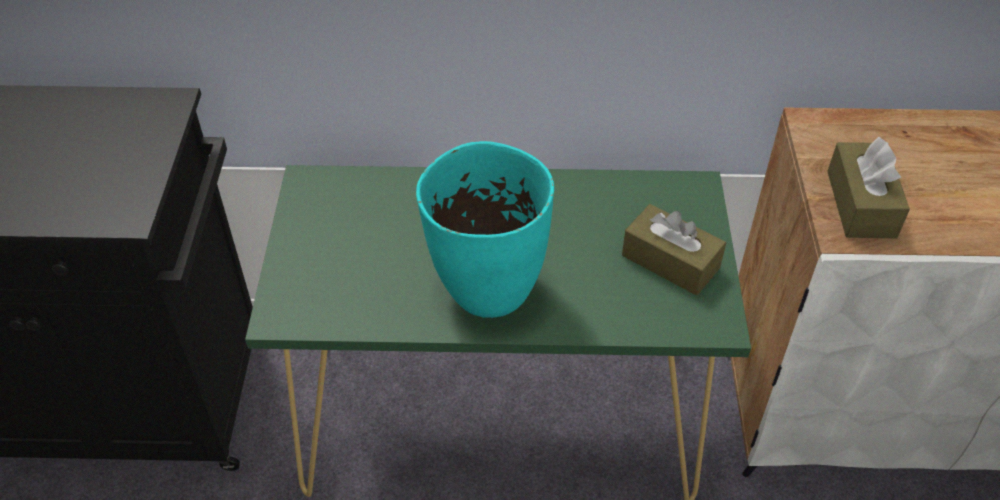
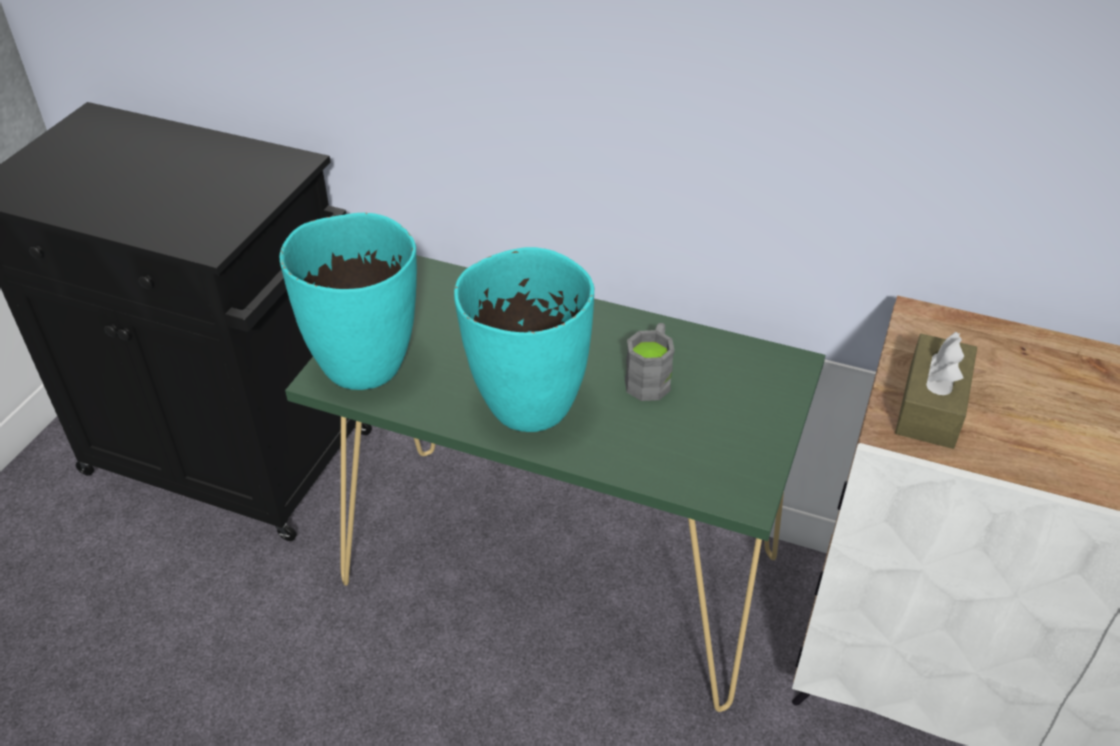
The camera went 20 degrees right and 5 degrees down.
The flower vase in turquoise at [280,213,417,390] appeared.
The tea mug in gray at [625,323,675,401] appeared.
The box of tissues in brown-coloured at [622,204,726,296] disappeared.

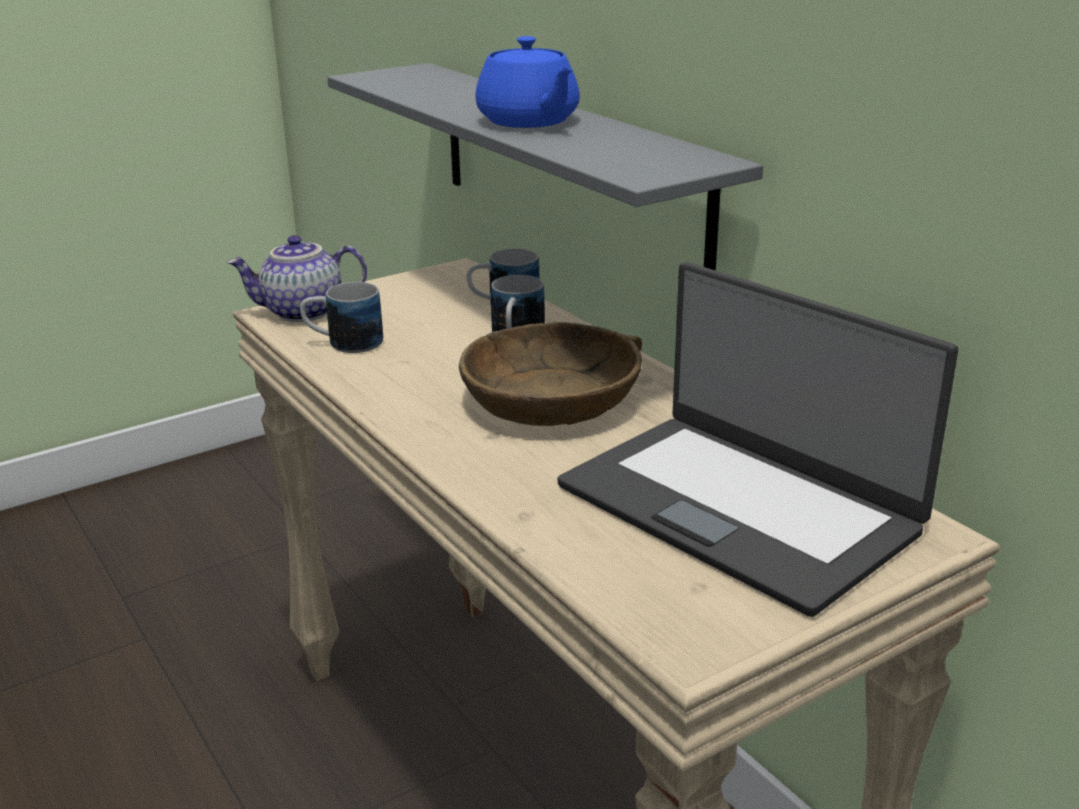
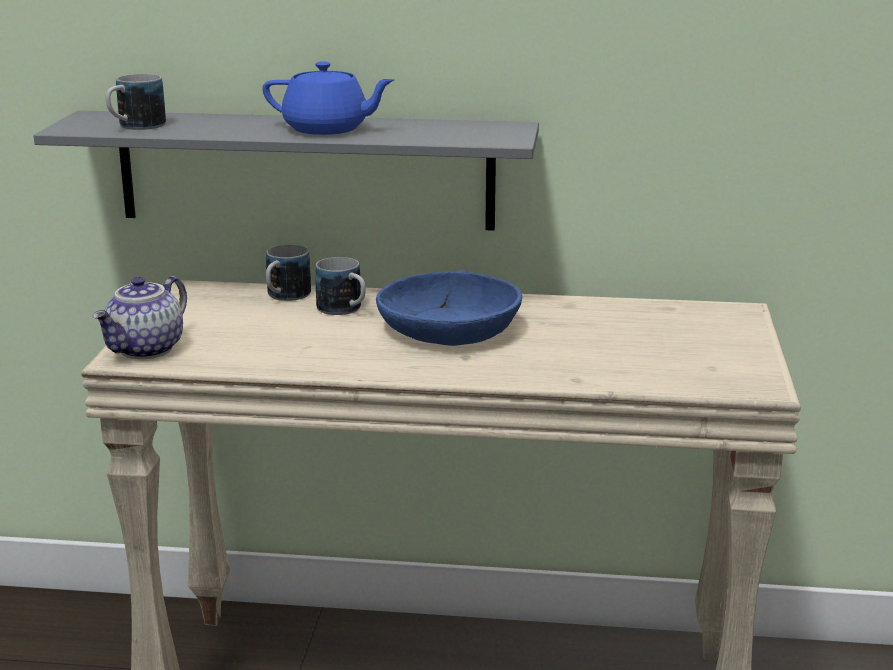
The camera went 50 degrees left and 5 degrees down.
The tea mug moved from [300,282,383,353] to [106,74,166,130].
The serving bowl in brown-coloured at [459,322,642,426] became the serving bowl in bluish at [376,270,522,346].
The laptop at [557,262,958,617] disappeared.

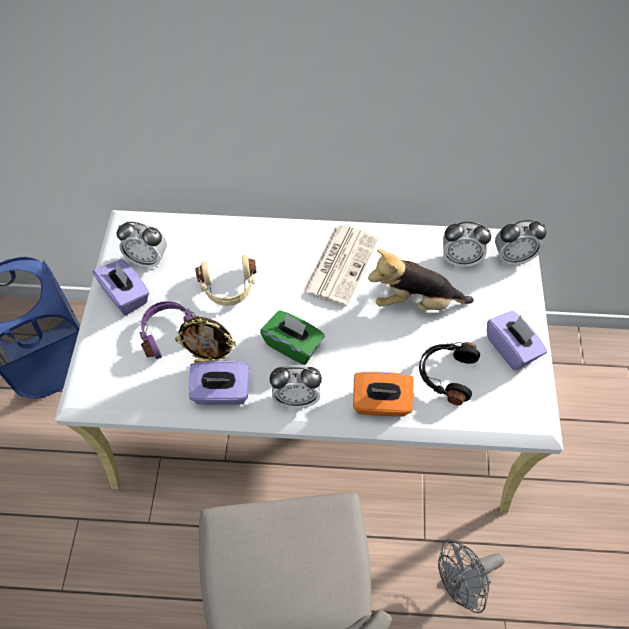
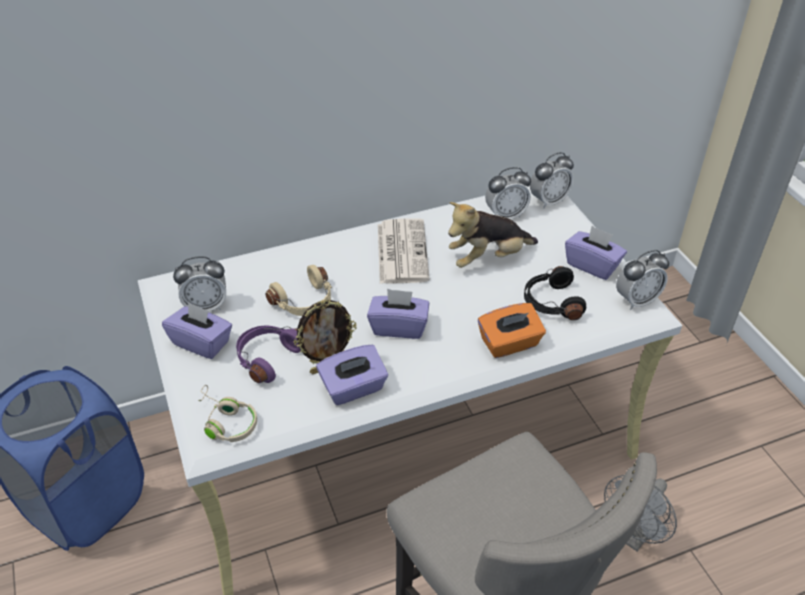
The camera went 25 degrees left and 15 degrees down.
The pair of headphones in beige at [198,385,257,442] appeared.
The box of tissues in green-coloured at [260,310,325,365] became the box of tissues in purple at [367,289,429,339].
The table clock moved from [269,365,322,408] to [616,250,669,310].

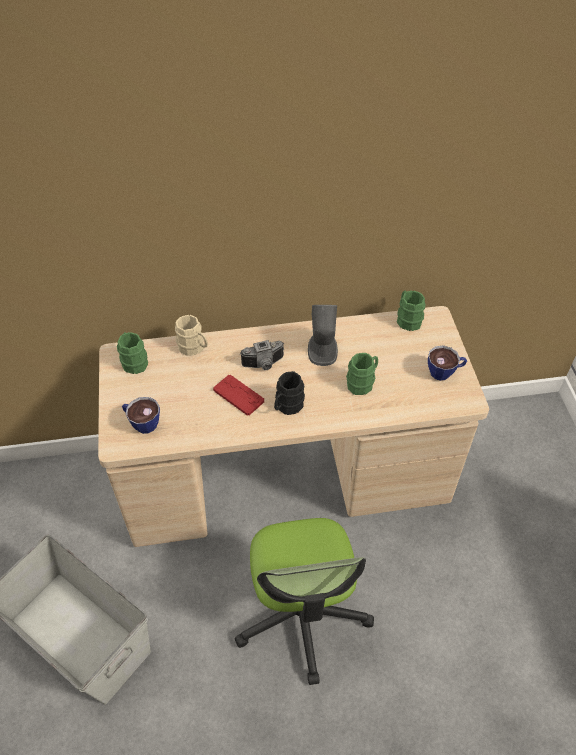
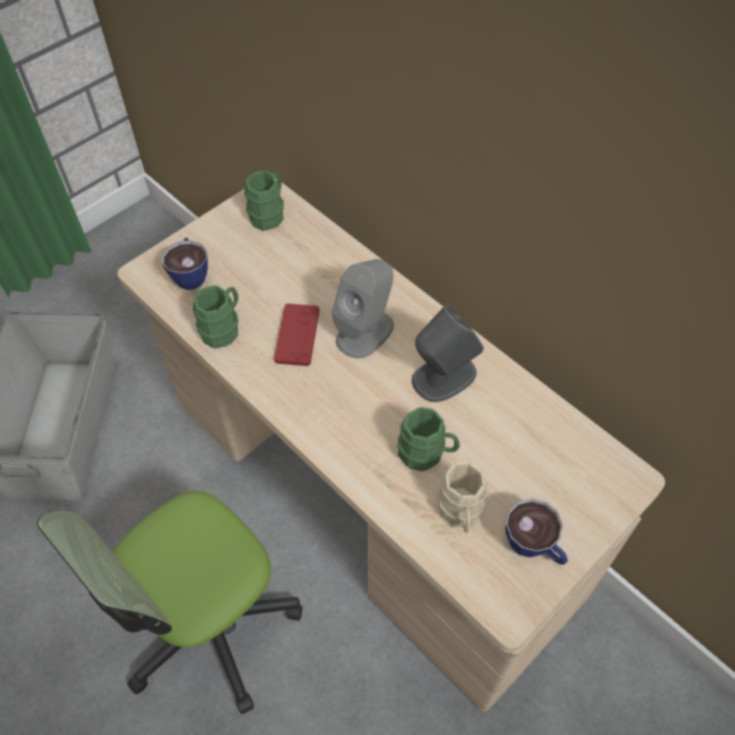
The camera went 55 degrees right and 5 degrees up.
The tea mug in green-coloured moved from [397,290,426,331] to [193,285,238,349].
The still camera at [240,340,284,370] was replaced by the loudspeaker in gray at [332,259,394,359].
The tea mug in beige moved from [175,315,208,356] to [437,462,488,533].
The tea mug in black-coloured at [274,371,305,415] disappeared.

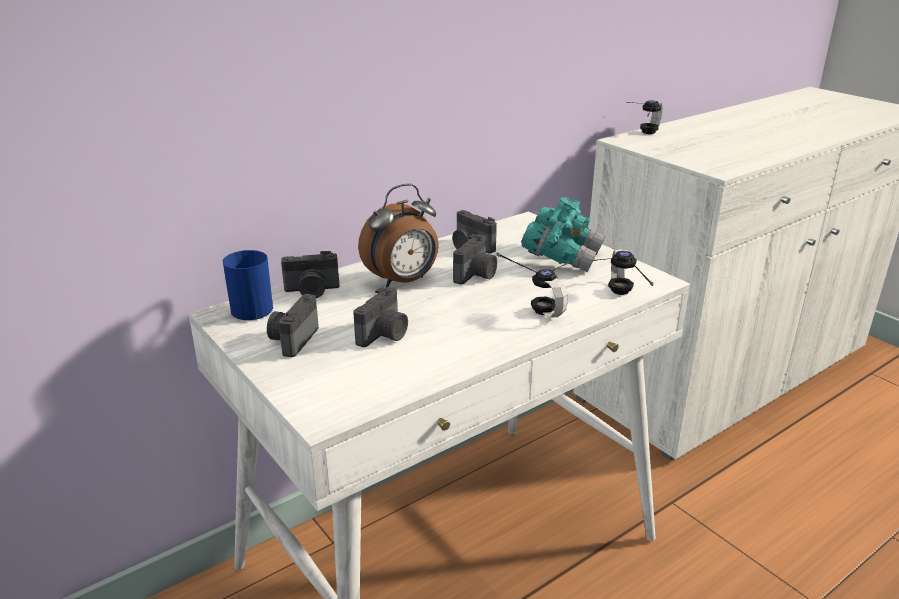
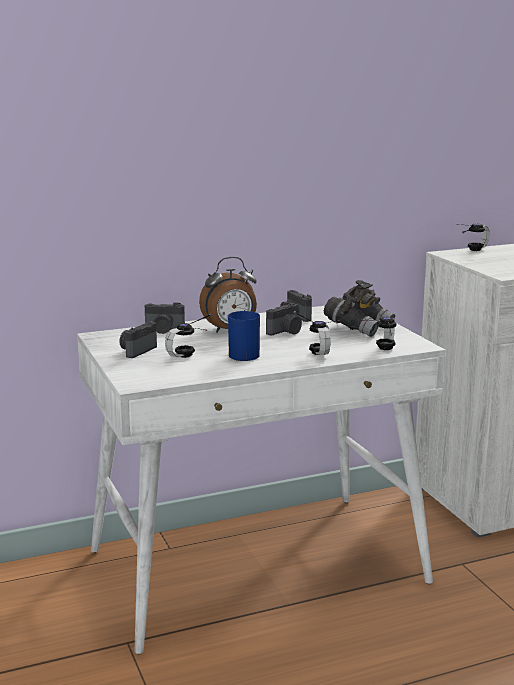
The camera went 15 degrees right and 10 degrees down.
The still camera at [353,287,408,347] was replaced by the pair of headphones at [165,313,212,358].
The tea mug in bluish moved from [223,250,273,320] to [228,311,260,361].
The binoculars in turquoise at [521,197,605,272] became the binoculars in gray at [324,280,395,337].

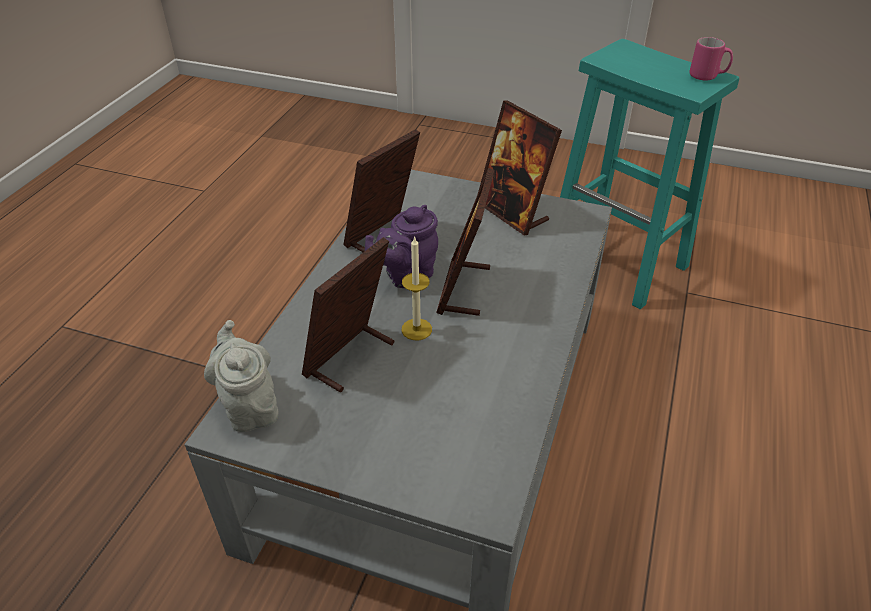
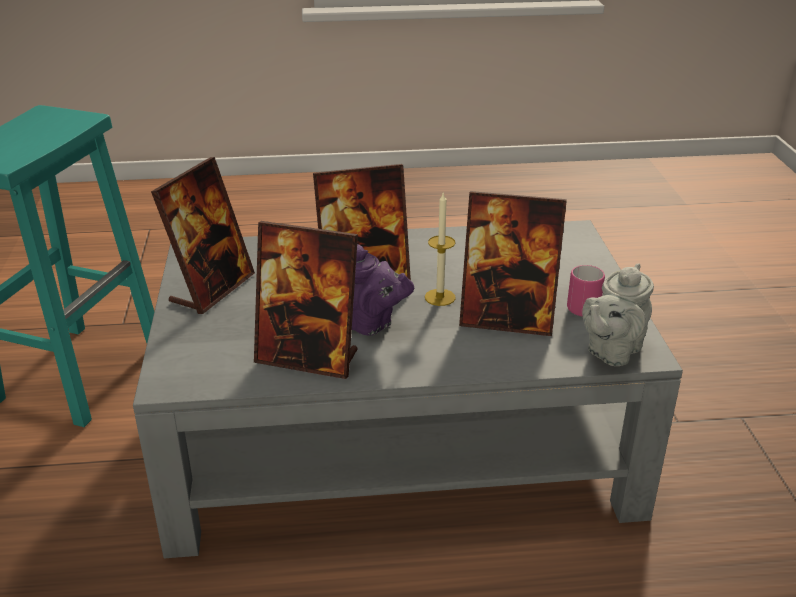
The camera went 115 degrees left and 10 degrees down.
The tea mug in pink-coloured moved from [690,37,733,81] to [567,265,605,317].

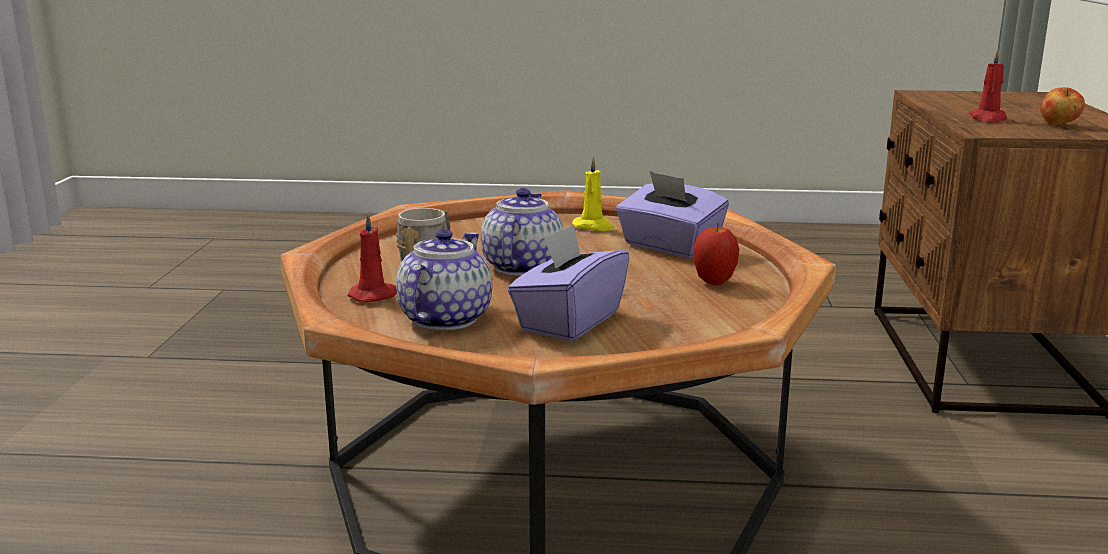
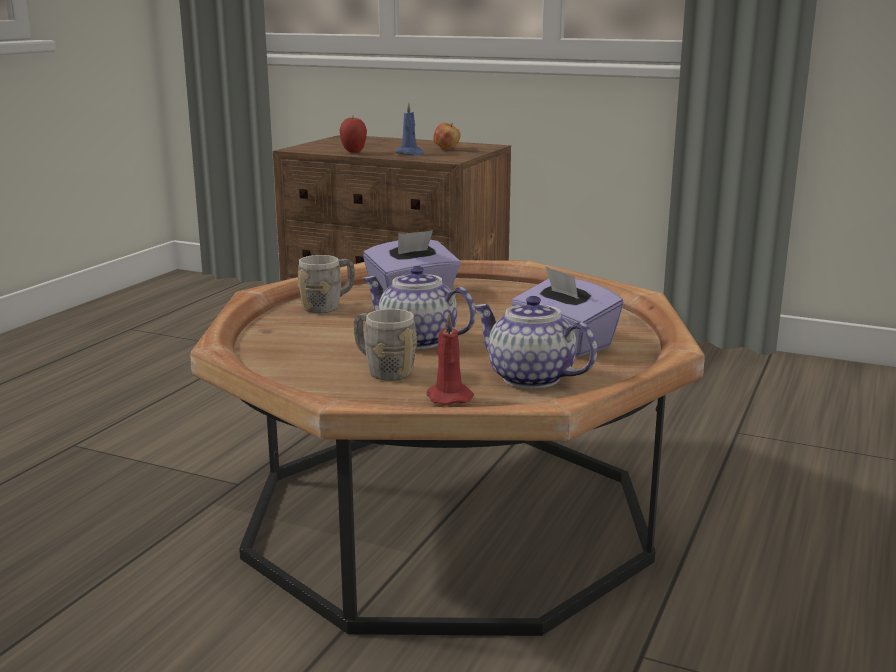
The camera went 70 degrees left and 0 degrees up.
The wax candle in yellow-coloured at [572,157,615,231] was replaced by the tea mug in gray at [297,255,355,313].
The apple fruit moved from [693,224,739,285] to [339,118,367,153].
The wax candle in red-coloured at [969,49,1007,123] became the wax candle in bluish at [395,102,424,155].

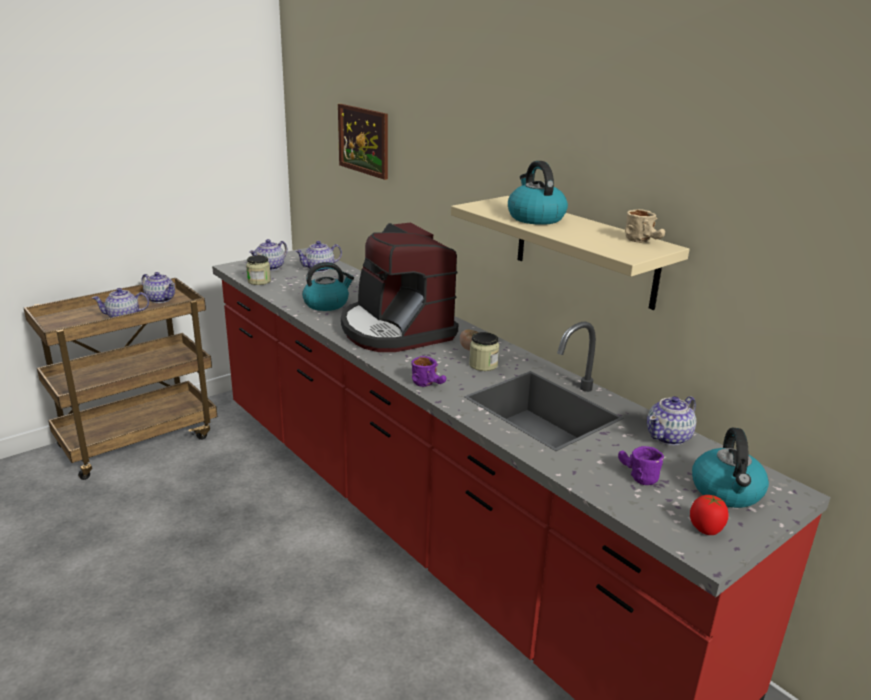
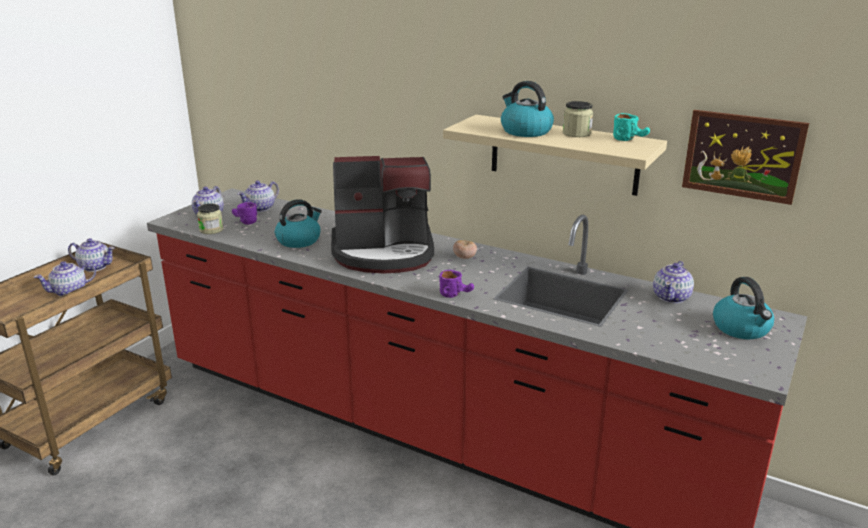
The camera went 20 degrees left and 0 degrees up.
The tea mug in purple moved from [618,446,664,485] to [232,202,257,225].
The coffee brewer at [341,223,458,352] turned 45 degrees counterclockwise.
The jar moved from [469,332,499,371] to [563,101,593,137].
The tea mug in beige at [625,209,665,242] became the tea mug in turquoise at [613,113,650,141].
The picture moved from [338,104,388,180] to [682,110,809,205].
The tomato at [690,495,729,535] disappeared.

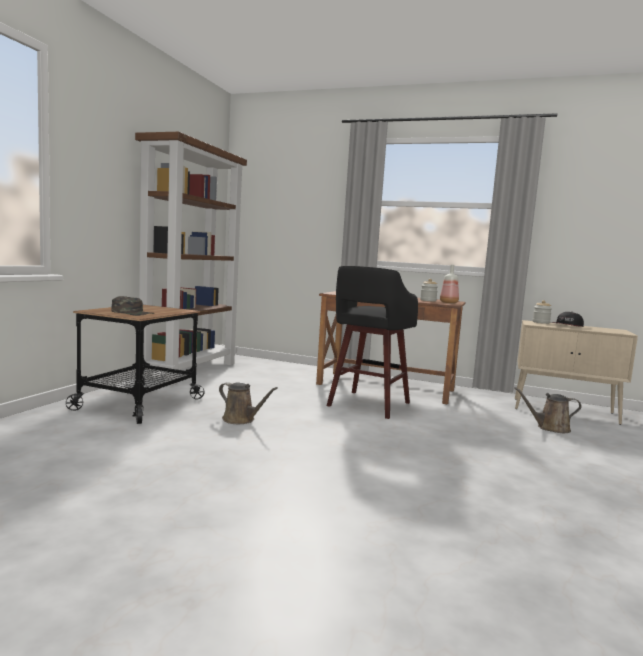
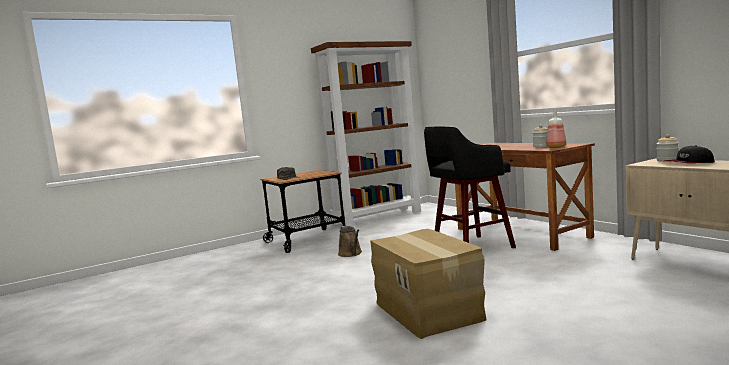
The camera went 40 degrees right and 0 degrees up.
The packing box at [370,229,486,339] appeared.
The watering pot in brown-coloured at [514,387,581,433] disappeared.

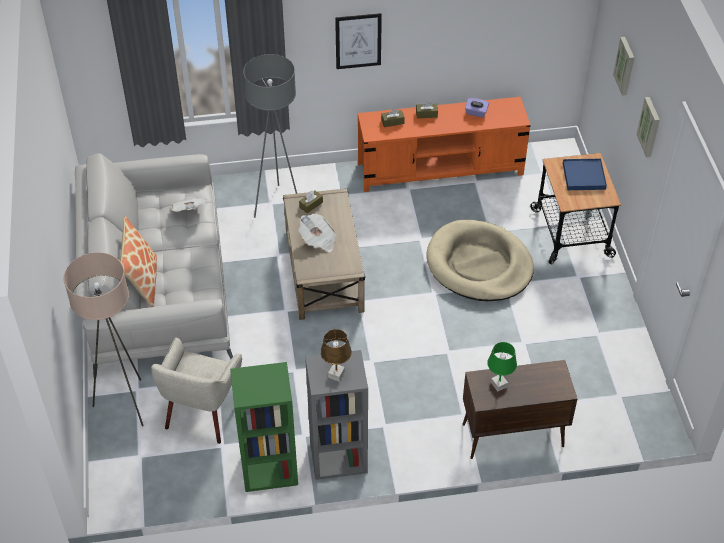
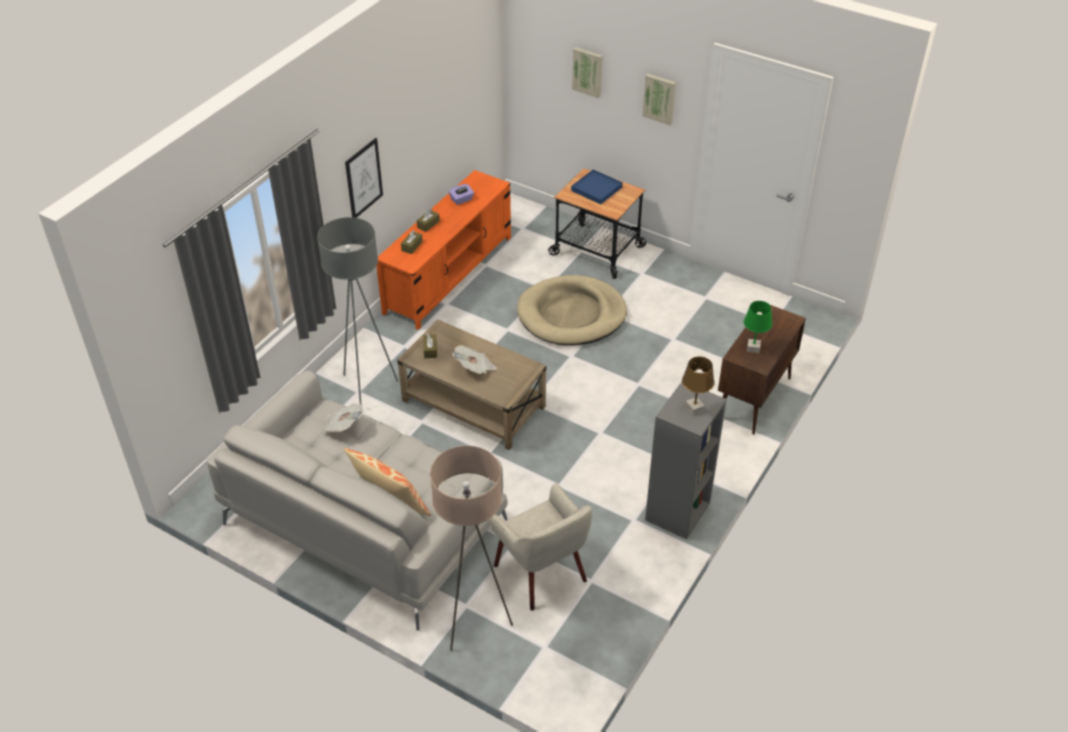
The camera went 50 degrees left and 5 degrees down.
The bookcase in green-coloured at [230,362,298,492] disappeared.

